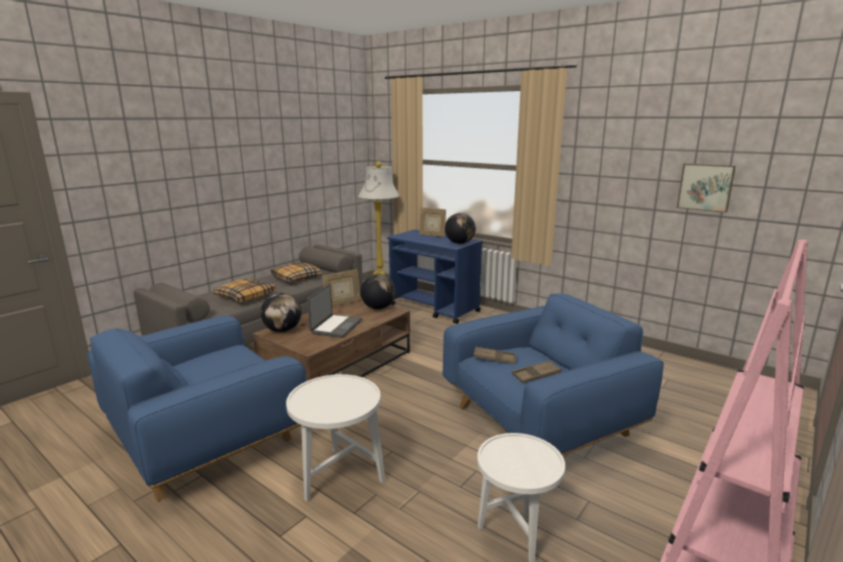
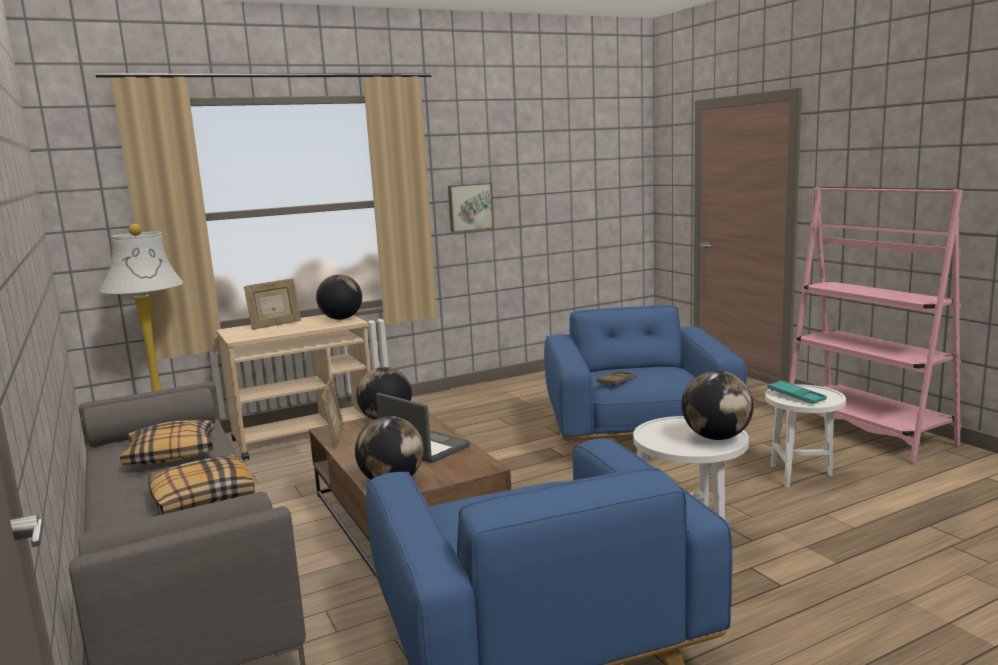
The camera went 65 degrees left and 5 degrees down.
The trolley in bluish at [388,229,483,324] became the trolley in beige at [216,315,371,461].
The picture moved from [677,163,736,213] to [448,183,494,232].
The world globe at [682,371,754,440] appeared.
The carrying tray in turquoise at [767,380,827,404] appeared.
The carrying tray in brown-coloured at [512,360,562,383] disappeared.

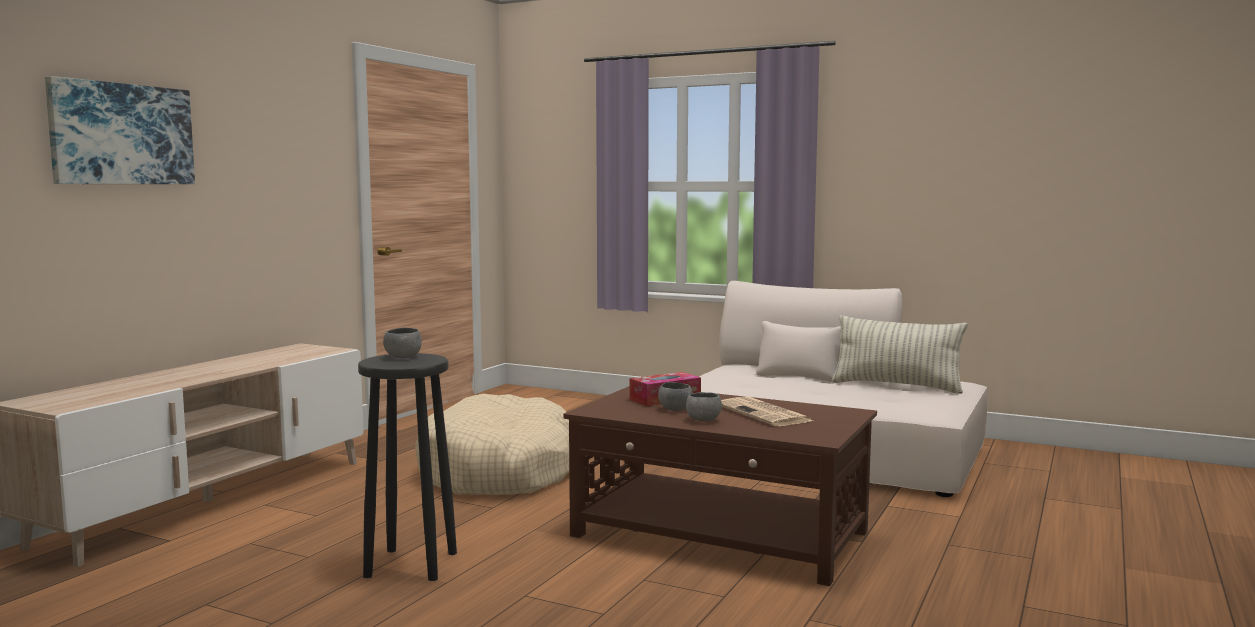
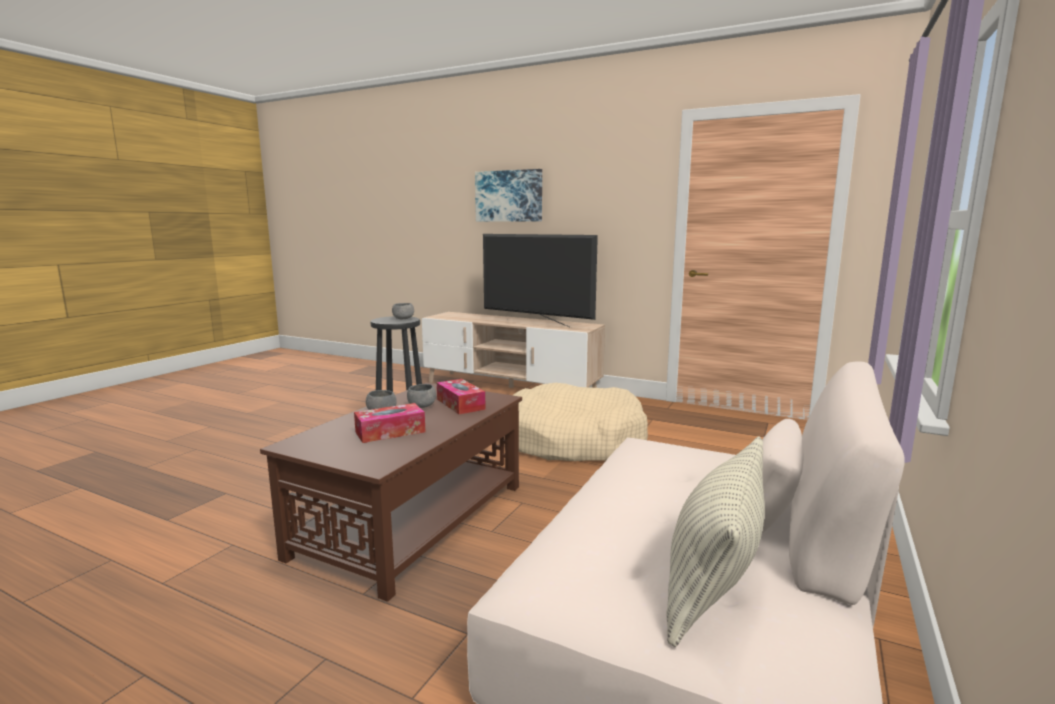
The camera went 90 degrees right and 5 degrees up.
The printed paper at [721,397,813,426] was replaced by the box of tissues at [354,403,425,443].
The TV at [483,234,598,328] appeared.

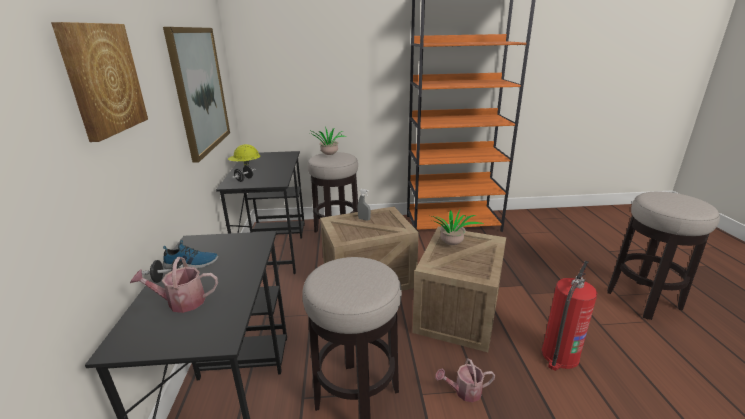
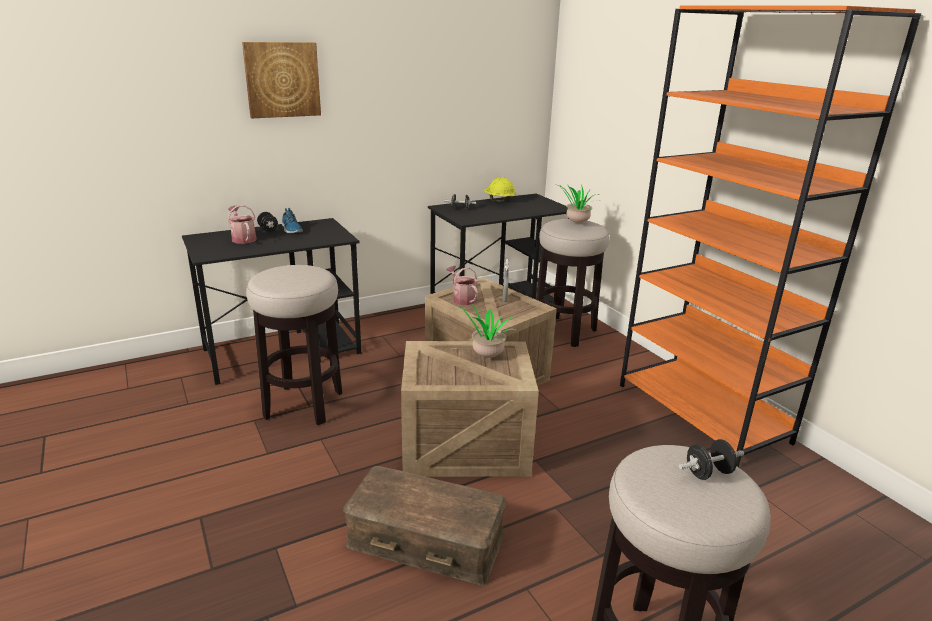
The camera went 65 degrees right and 0 degrees up.
The fire extinguisher at [542,261,597,371] was replaced by the storage container in brown-coloured at [343,466,507,585].
The watering pot moved from [435,358,495,402] to [447,266,478,305].
The dumbbell in black-coloured at [679,439,744,480] appeared.
The picture at [163,27,230,163] disappeared.

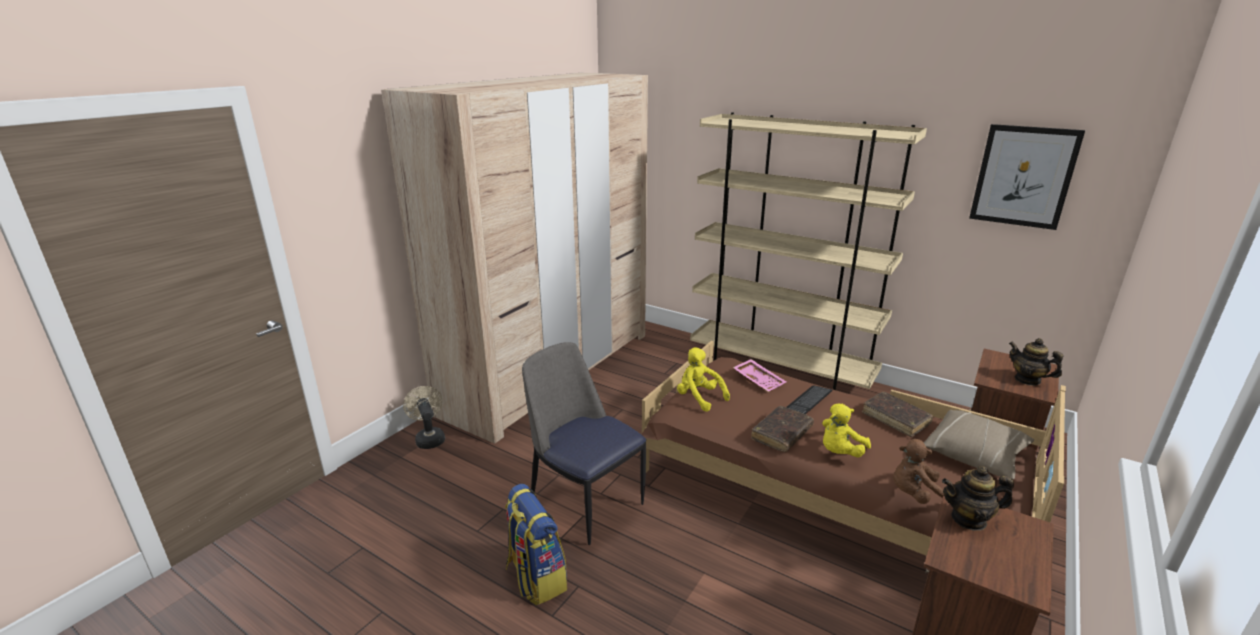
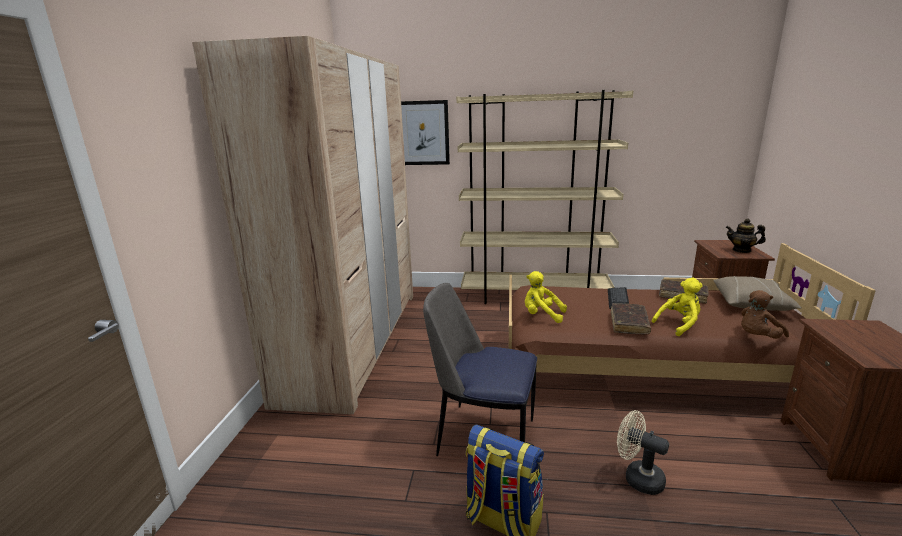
The camera went 25 degrees left and 5 degrees down.
The picture moved from [969,124,1085,230] to [401,100,450,165].
The fan in beige moved from [403,386,445,449] to [617,410,669,495].
The cuddly toy in yellow-coloured at [822,404,871,457] turned 135 degrees counterclockwise.
The carrying tray in pink-coloured at [733,359,786,392] disappeared.
The tea pot at [942,466,1014,531] disappeared.

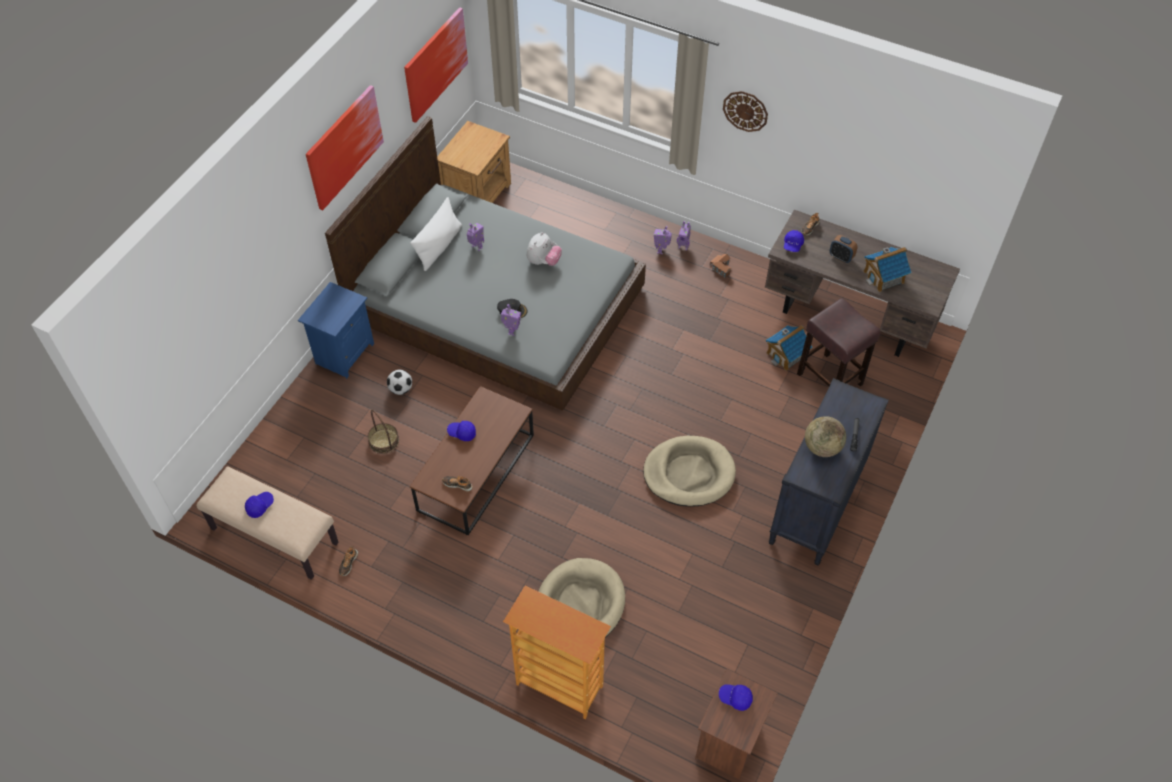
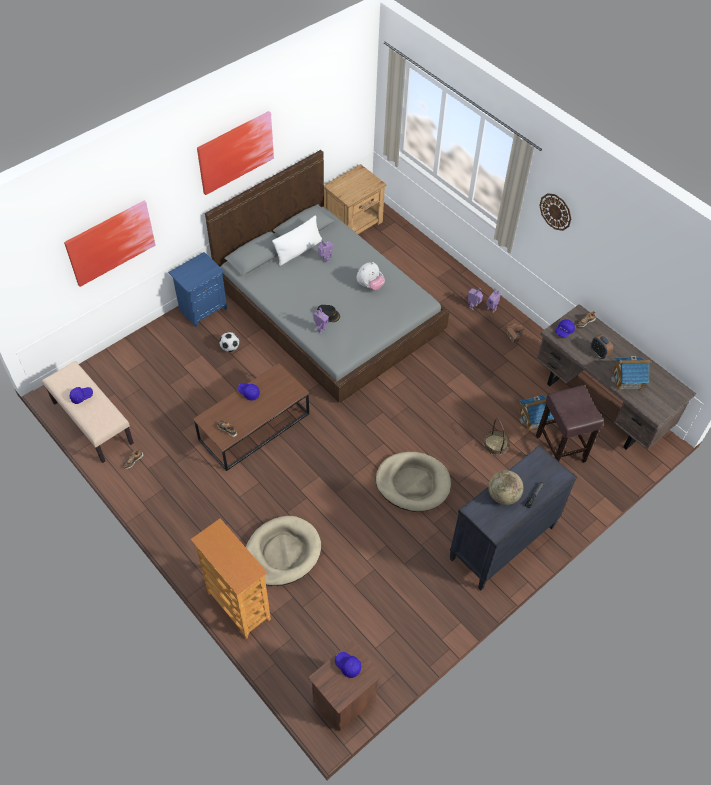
The camera went 20 degrees right and 0 degrees up.
The picture moved from [404,7,468,123] to [64,201,155,287].
The storage basket moved from [367,410,399,454] to [484,418,509,455].

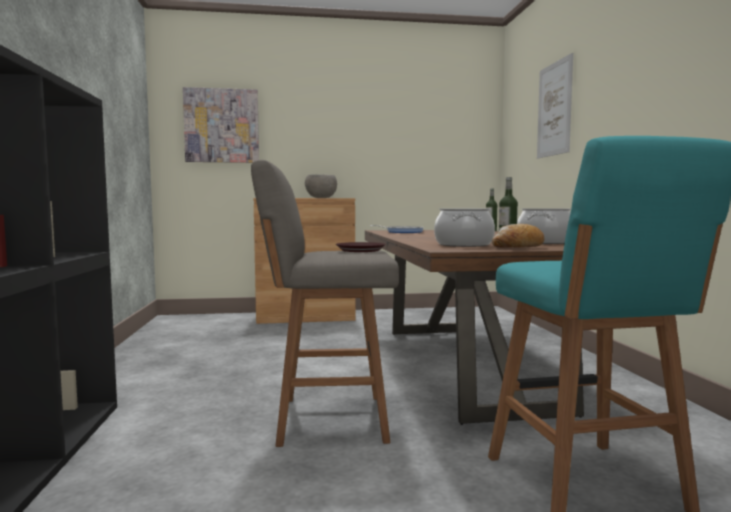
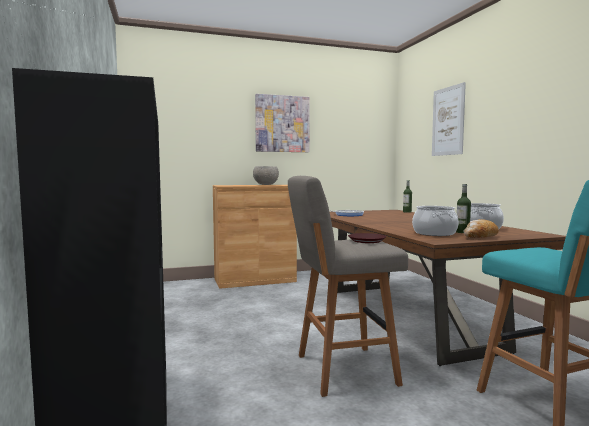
The camera went 10 degrees left and 0 degrees up.
The picture moved from [183,87,259,163] to [255,94,310,152].

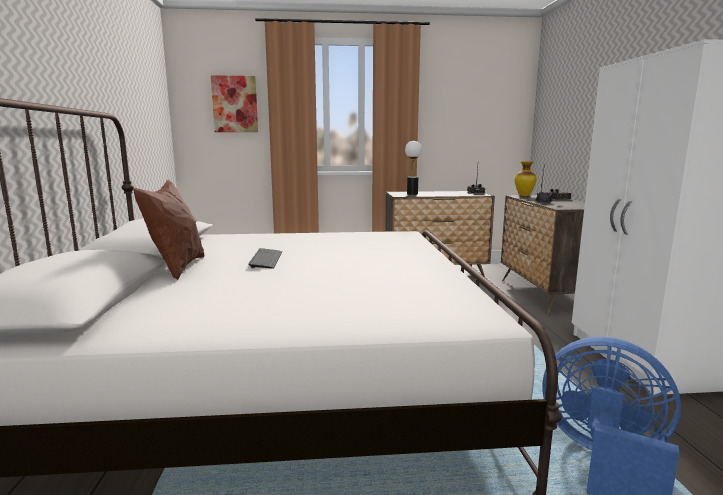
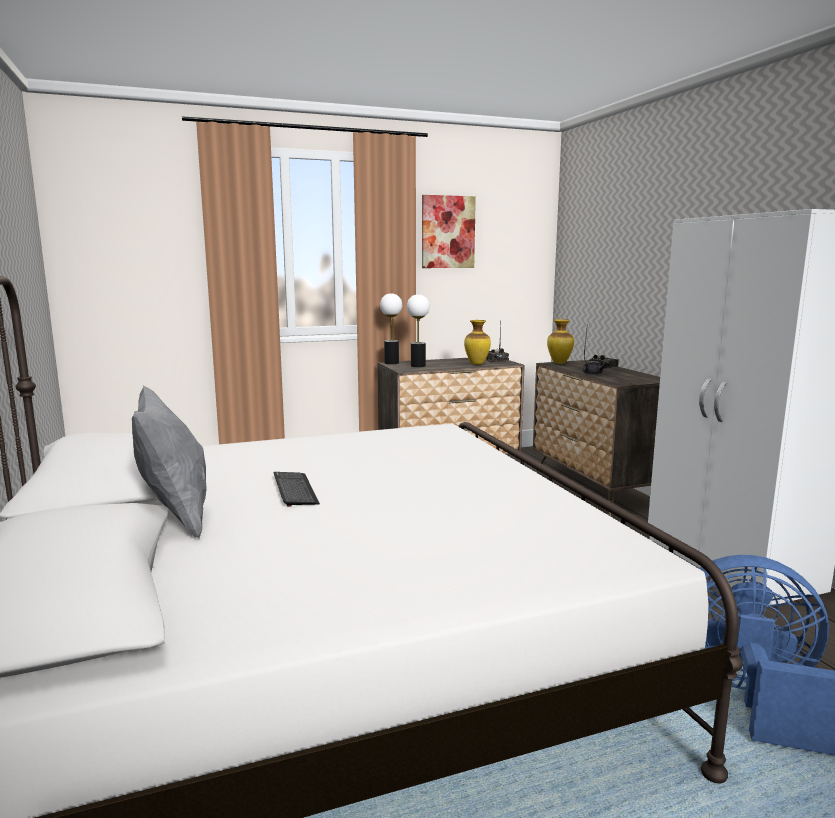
The camera went 15 degrees left and 0 degrees up.
The throw pillow in brown-coloured at [133,180,204,280] became the throw pillow in gray at [132,385,207,539].
The table lamp at [380,293,402,364] appeared.
The picture moved from [211,75,258,132] to [422,195,476,268].
The flower vase at [464,320,491,365] appeared.

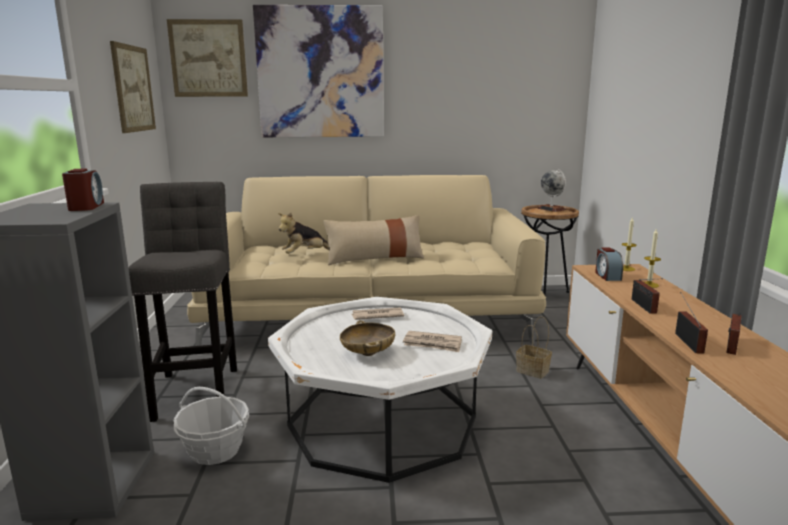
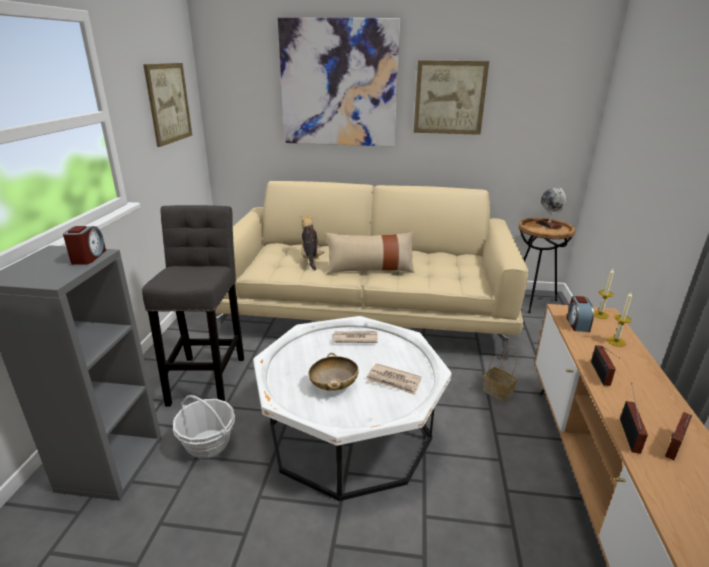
The camera went 10 degrees right and 10 degrees up.
The cuddly toy at [278,213,329,254] turned 105 degrees clockwise.
The picture moved from [167,19,248,97] to [414,60,489,135].

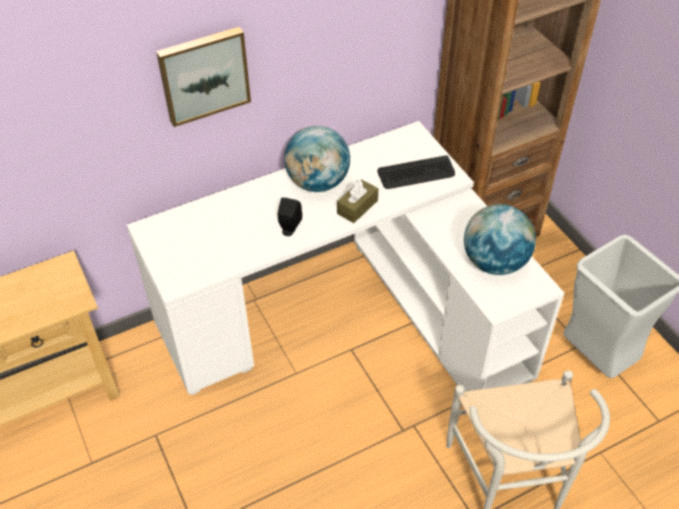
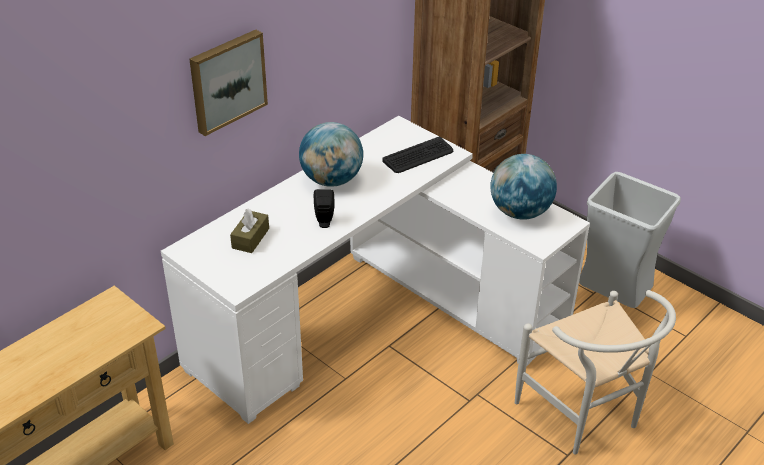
The camera went 20 degrees left and 10 degrees down.
The box of tissues in brown-coloured moved from [337,179,378,223] to [230,208,269,253].

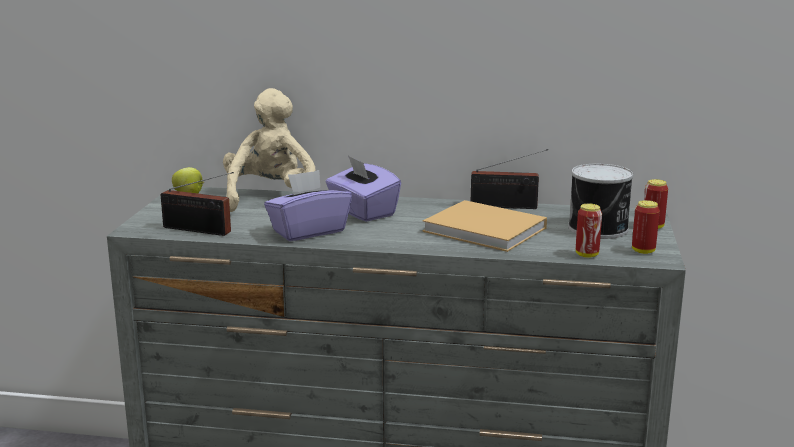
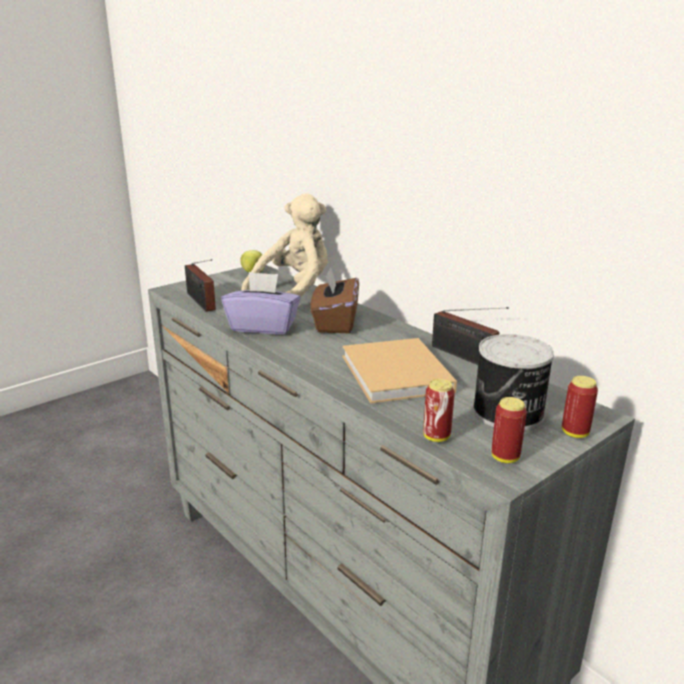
The camera went 40 degrees right and 5 degrees up.
The box of tissues in purple at [326,155,401,222] became the box of tissues in brown-coloured at [310,267,359,333].

